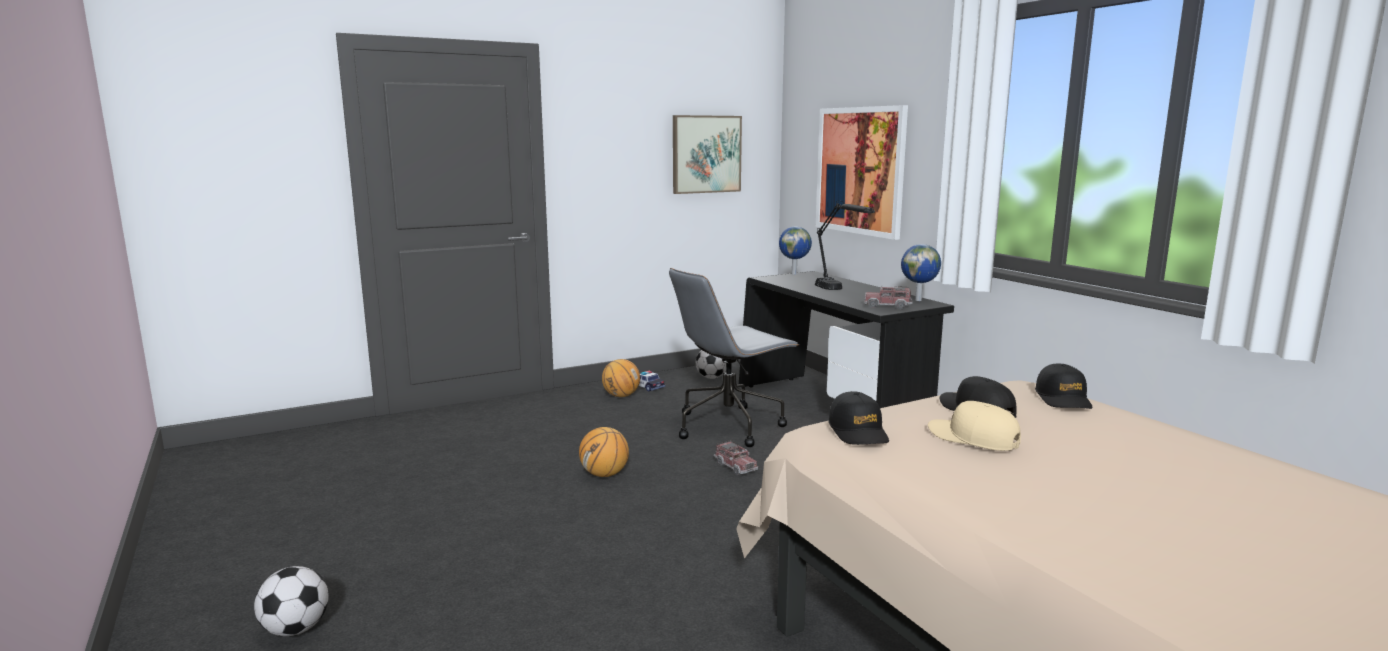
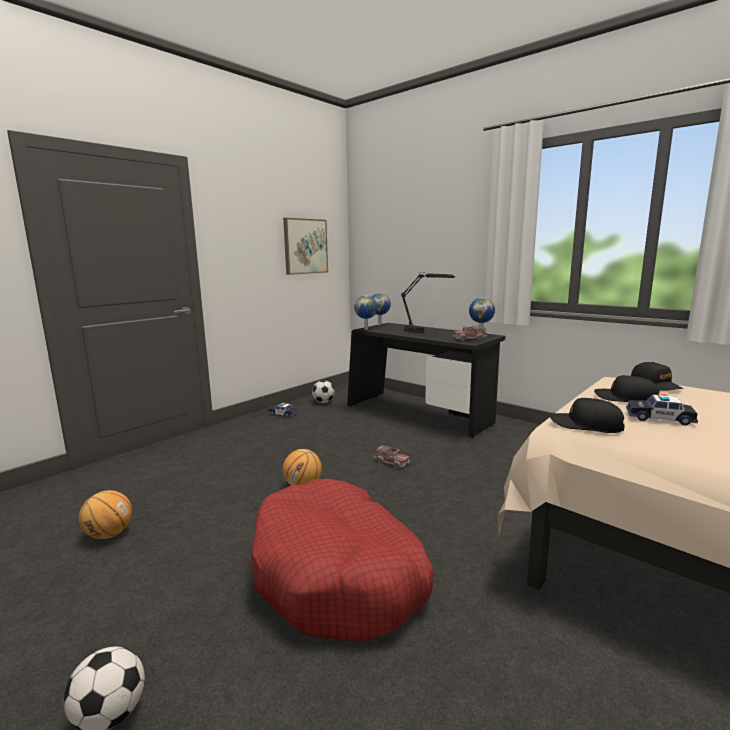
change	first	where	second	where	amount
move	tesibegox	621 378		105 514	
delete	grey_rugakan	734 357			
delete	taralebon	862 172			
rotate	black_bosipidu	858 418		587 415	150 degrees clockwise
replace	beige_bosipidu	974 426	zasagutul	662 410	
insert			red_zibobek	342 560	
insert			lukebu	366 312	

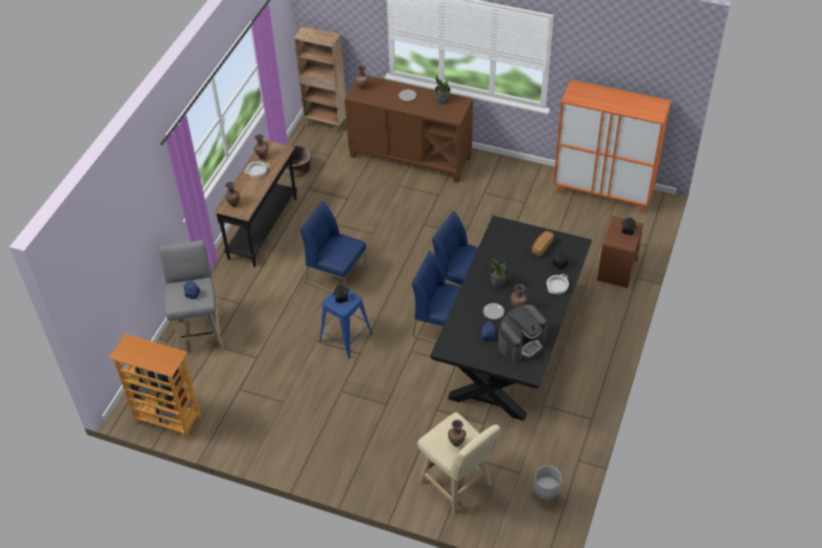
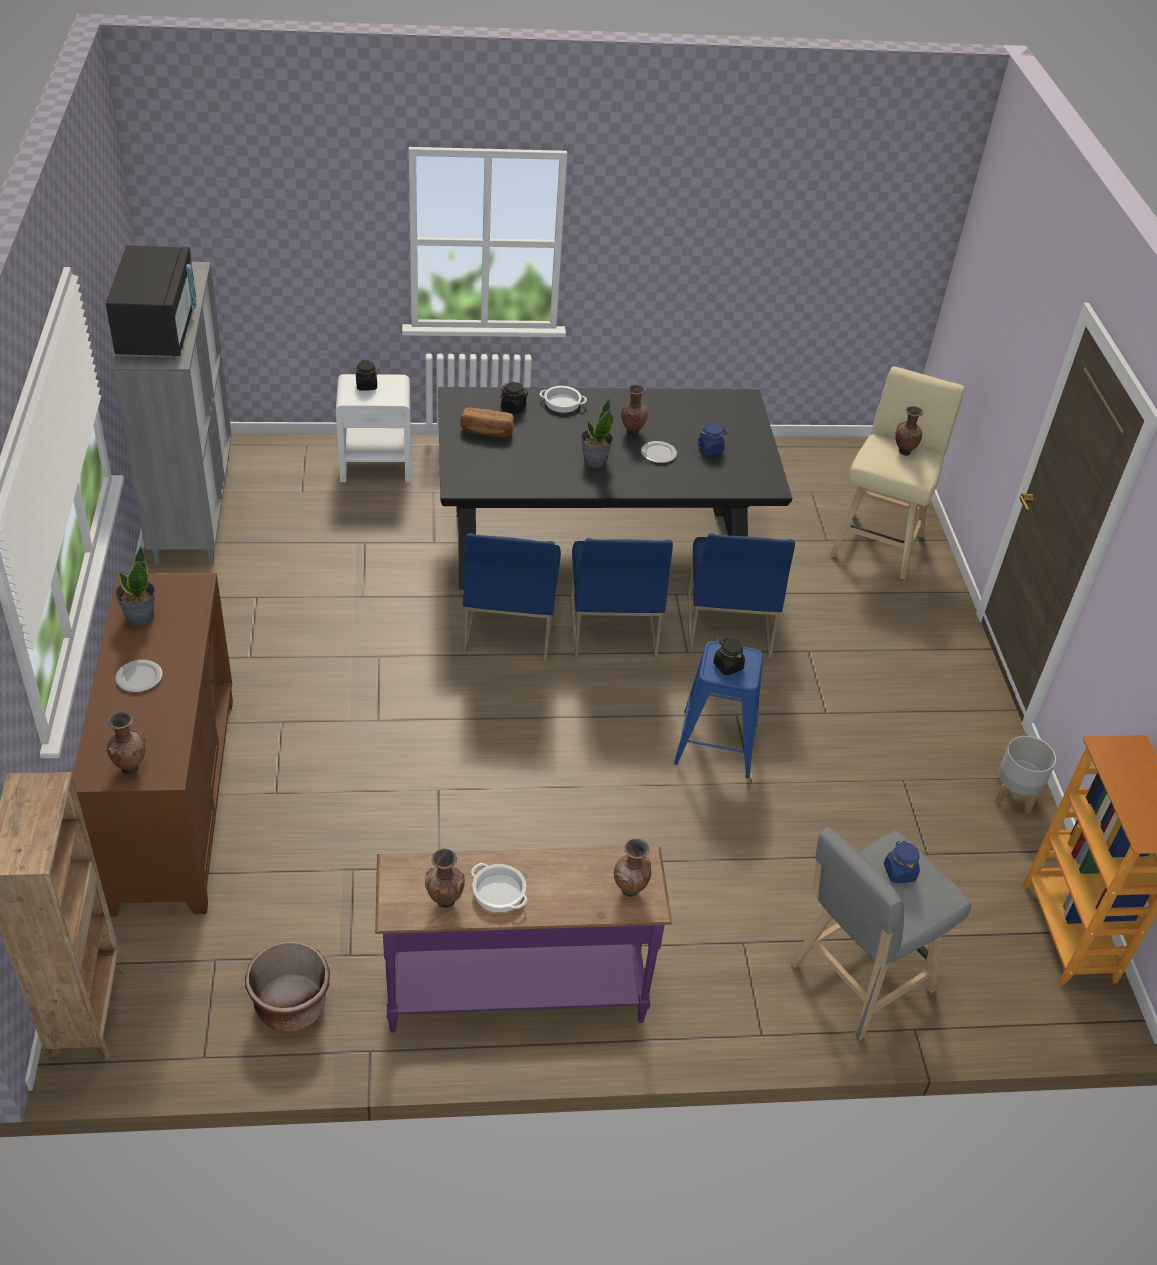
change	first	where	second	where	amount
recolor	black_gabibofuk	255 203	purple_gabibofuk	523 940	
move	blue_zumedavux	333 247		741 595	
delete	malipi	522 333			
move	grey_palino	547 487		1025 775	
recolor	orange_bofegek	612 146	grey_bofegek	172 413	
recolor	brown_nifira	620 252	white_nifira	373 428	
insert			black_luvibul	151 301	

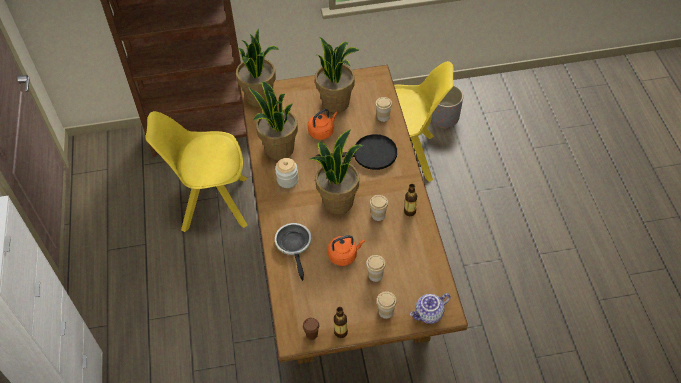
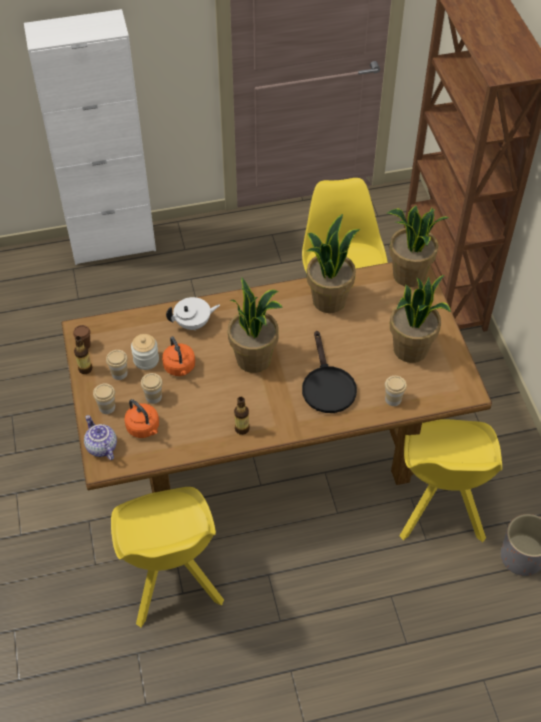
change	first	where	second	where	amount
move	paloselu	286 173		145 352	
replace	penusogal	293 252	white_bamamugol	193 314	
move	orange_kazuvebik	323 124		141 418	
move	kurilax	379 208		117 365	
insert			yellow_zumedavux	167 557	

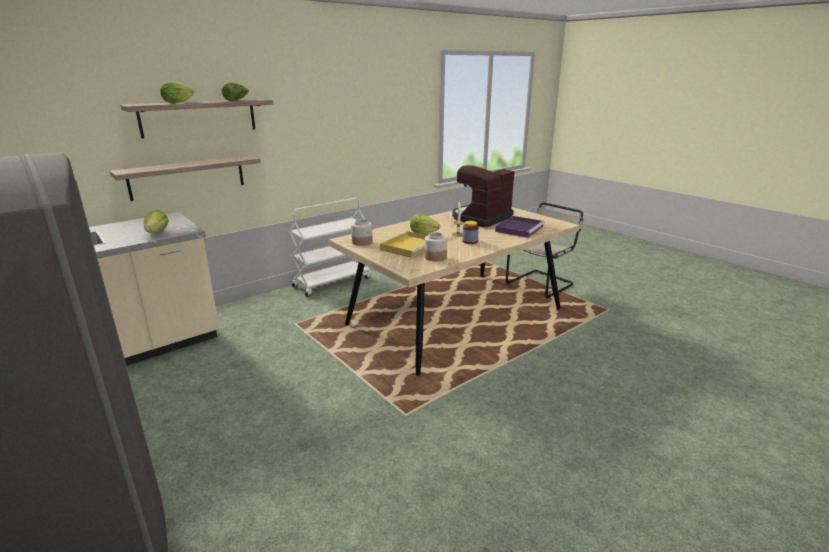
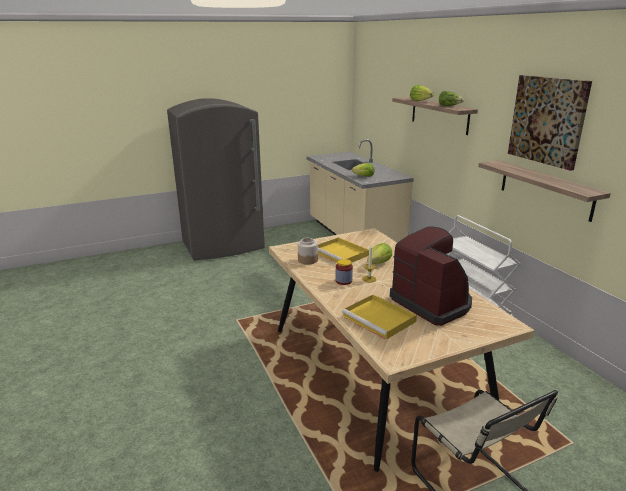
change	first	where	second	where	amount
move	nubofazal	185 178		544 191	
delete	paloselu	362 232			
recolor	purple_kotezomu	520 227	yellow_kotezomu	379 317	
insert			taralebon	550 123	

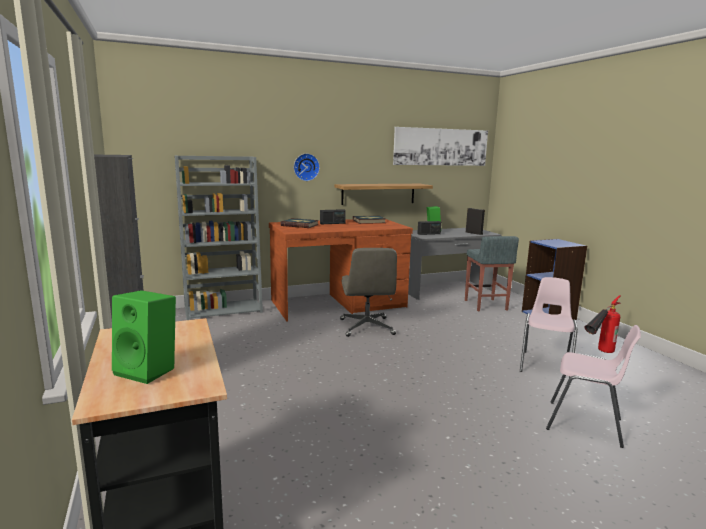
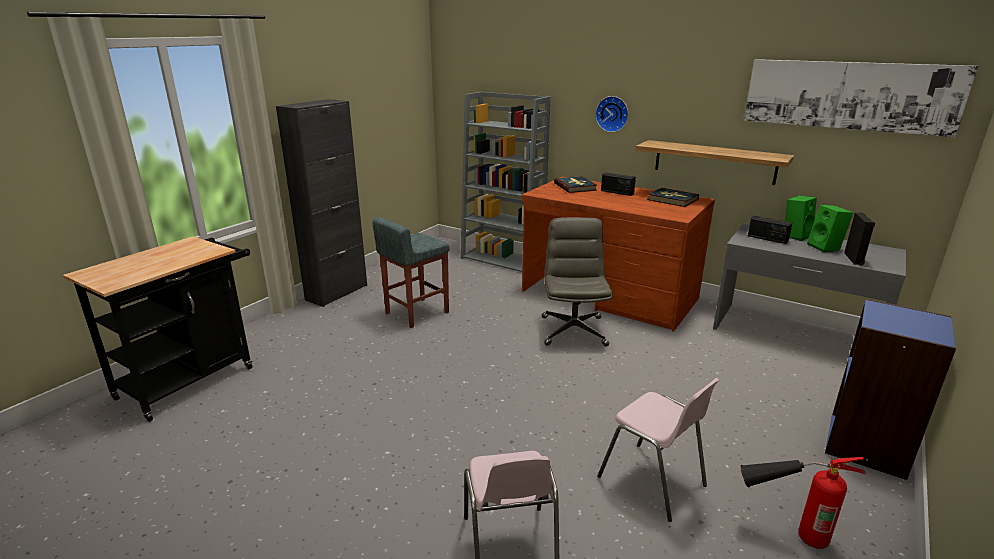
change	first	where	second	where	amount
move	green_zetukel	144 337		830 228	
rotate	grey_rugakan	368 292		577 281	135 degrees clockwise
move	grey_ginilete	492 273		411 272	
rotate	pink_zumedavux	549 327		658 450	60 degrees clockwise

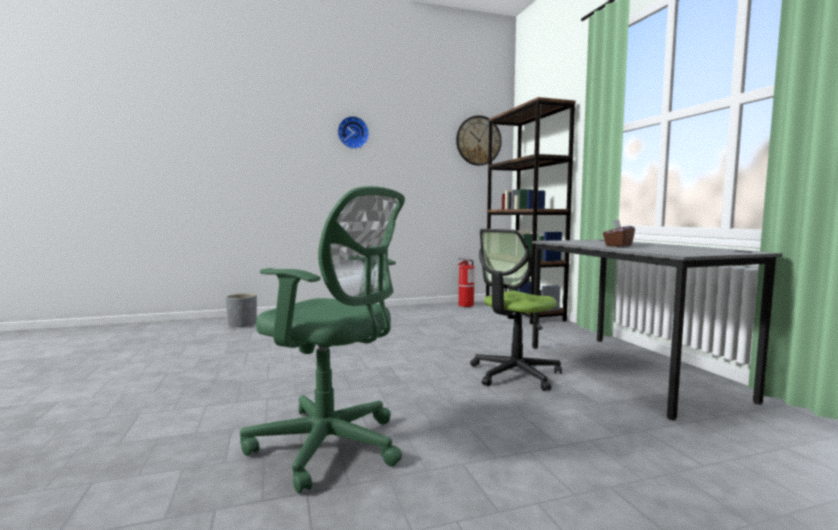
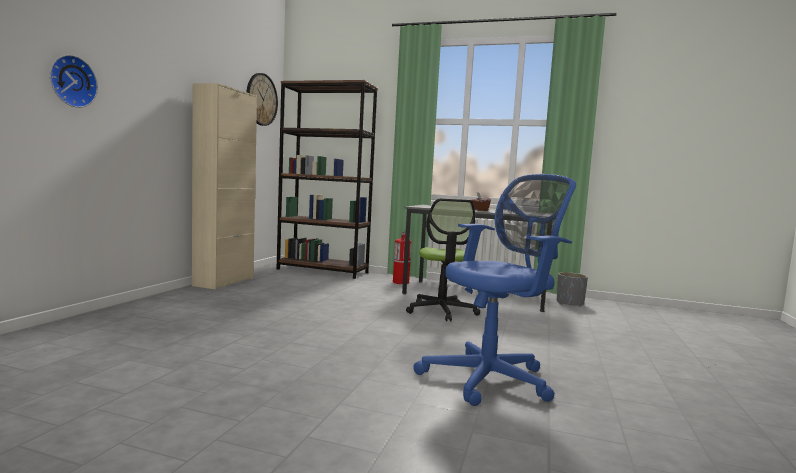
change	first	where	second	where	amount
move	grey_palino	241 310		572 289	
recolor	green_rugakan	322 340	blue_rugakan	494 290	
move	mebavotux	353 132		74 81	
move	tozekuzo	466 282		402 258	
insert			beige_bofegek	224 186	

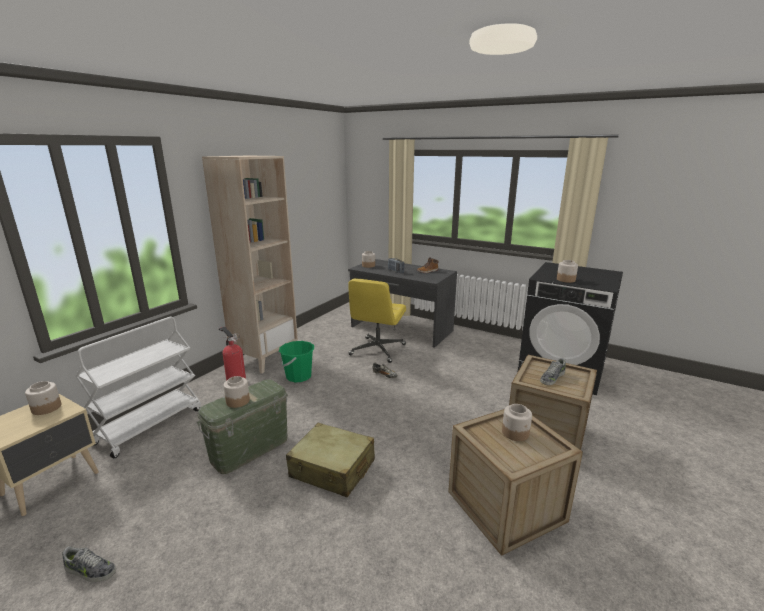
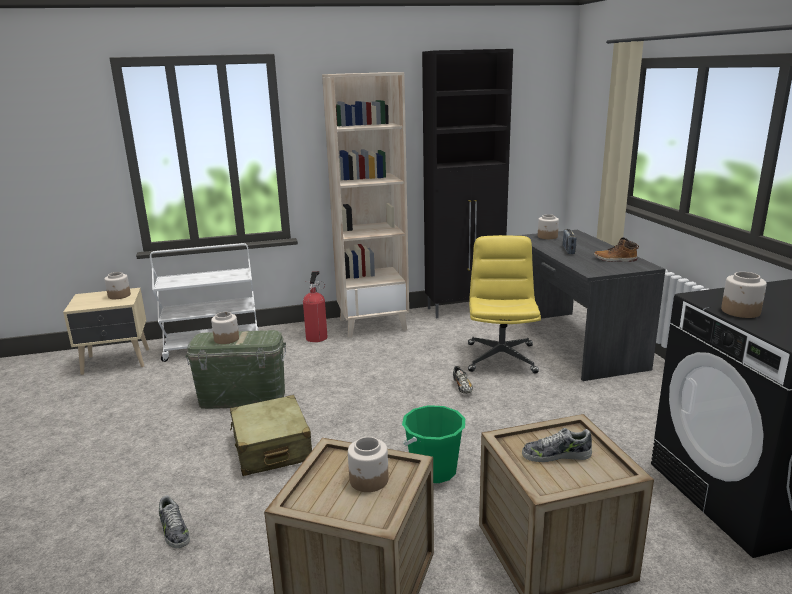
change	first	where	second	where	amount
move	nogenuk	89 564		174 521	
move	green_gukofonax	296 361		433 444	
rotate	yellow_rugakan	377 321		504 304	120 degrees clockwise
insert			black_bofegek	467 184	

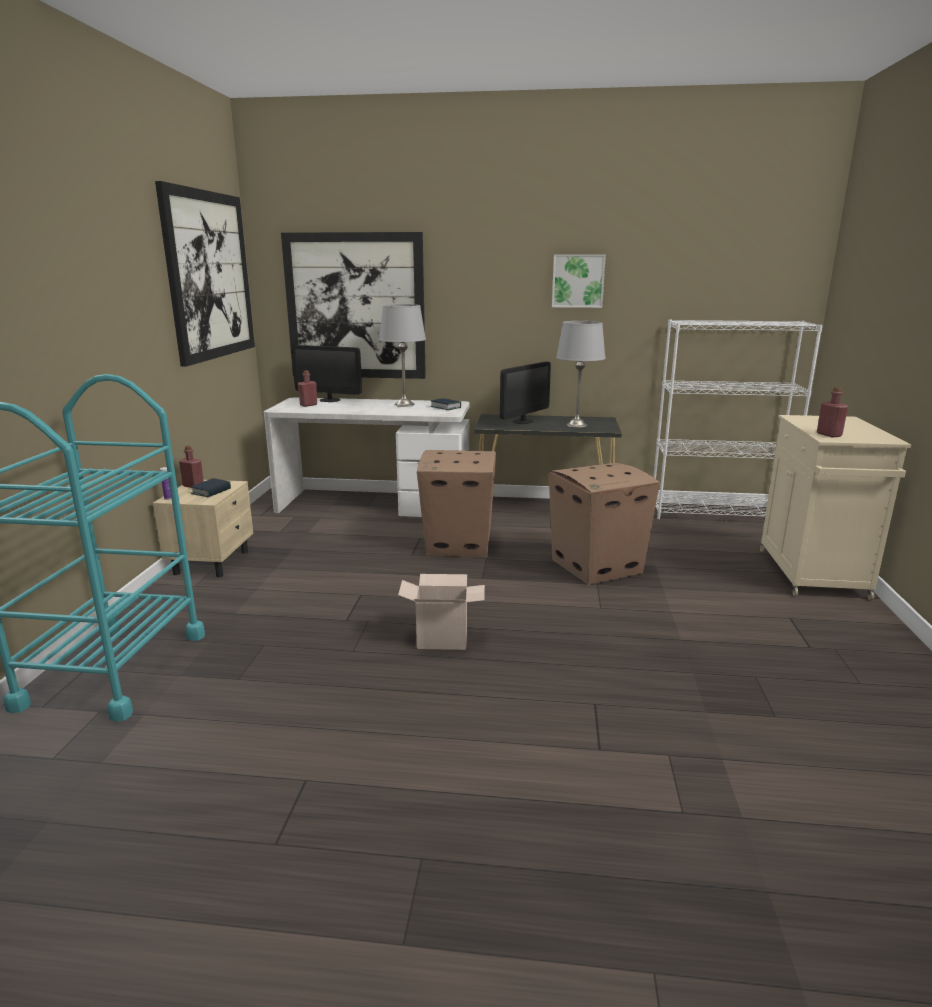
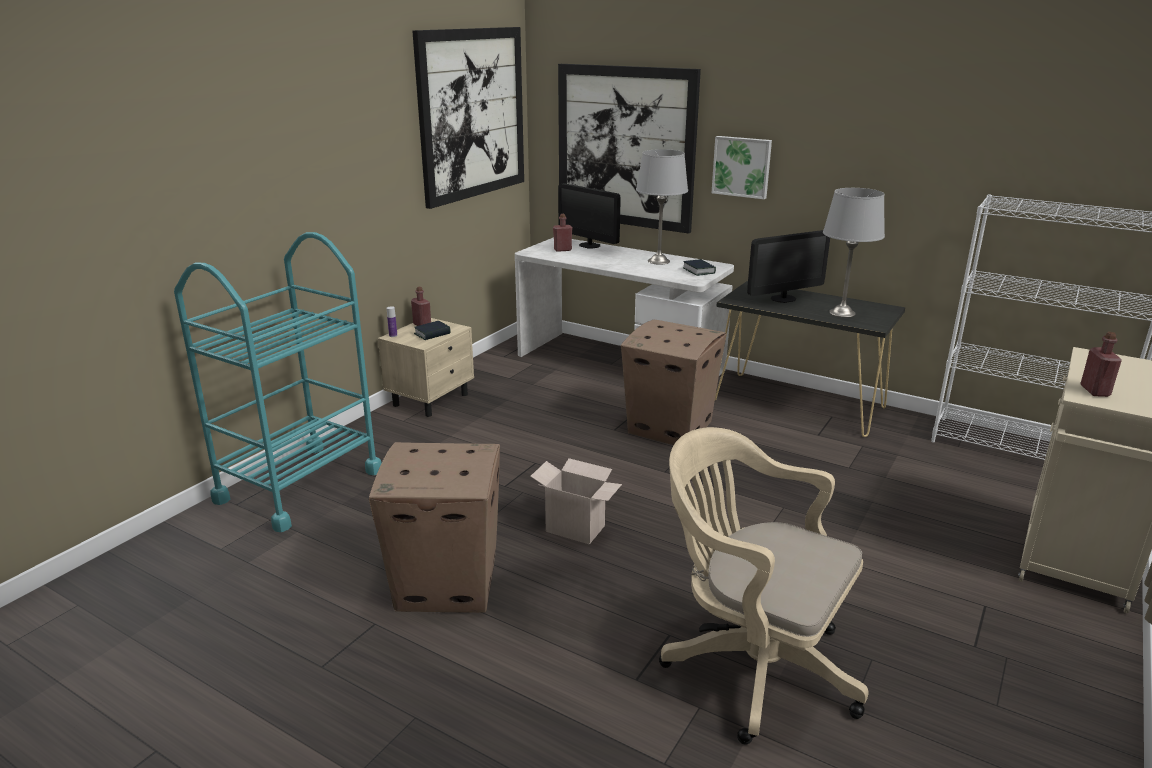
change	first	where	second	where	amount
move	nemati	604 524		434 527	
move	taralebon	579 281		742 167	
insert			beige_rugakan	763 586	

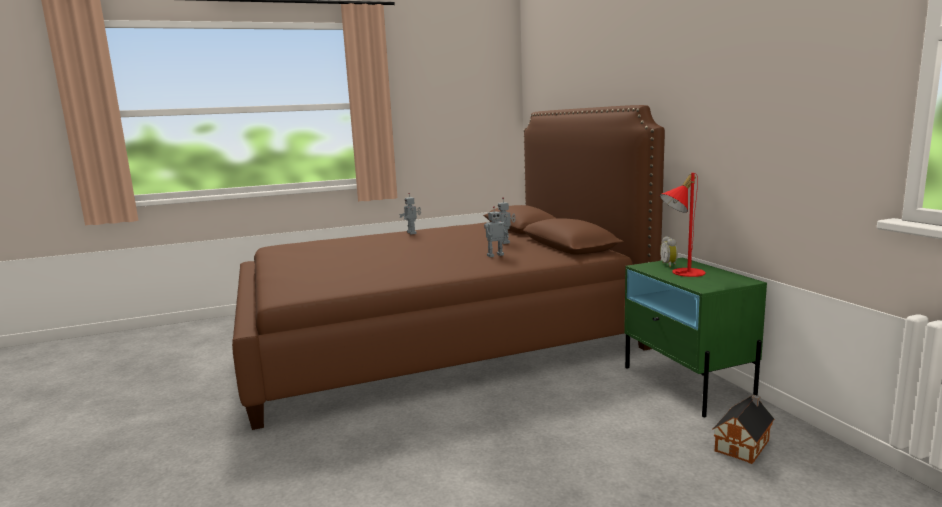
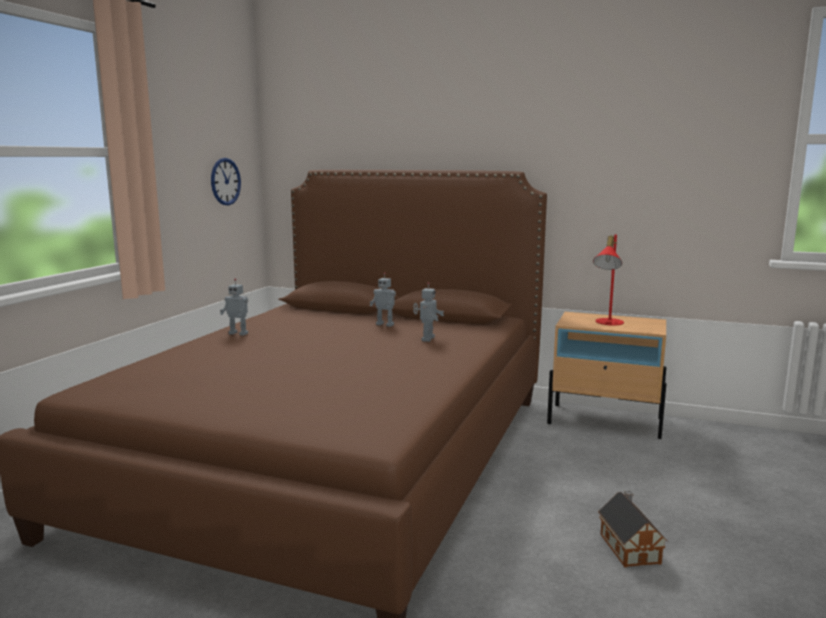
change	first	where	second	where	amount
recolor	green_nifira	695 337	beige_nifira	606 375	
delete	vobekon	669 251			
move	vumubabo	743 429		633 529	
insert			mebavotux	226 181	

